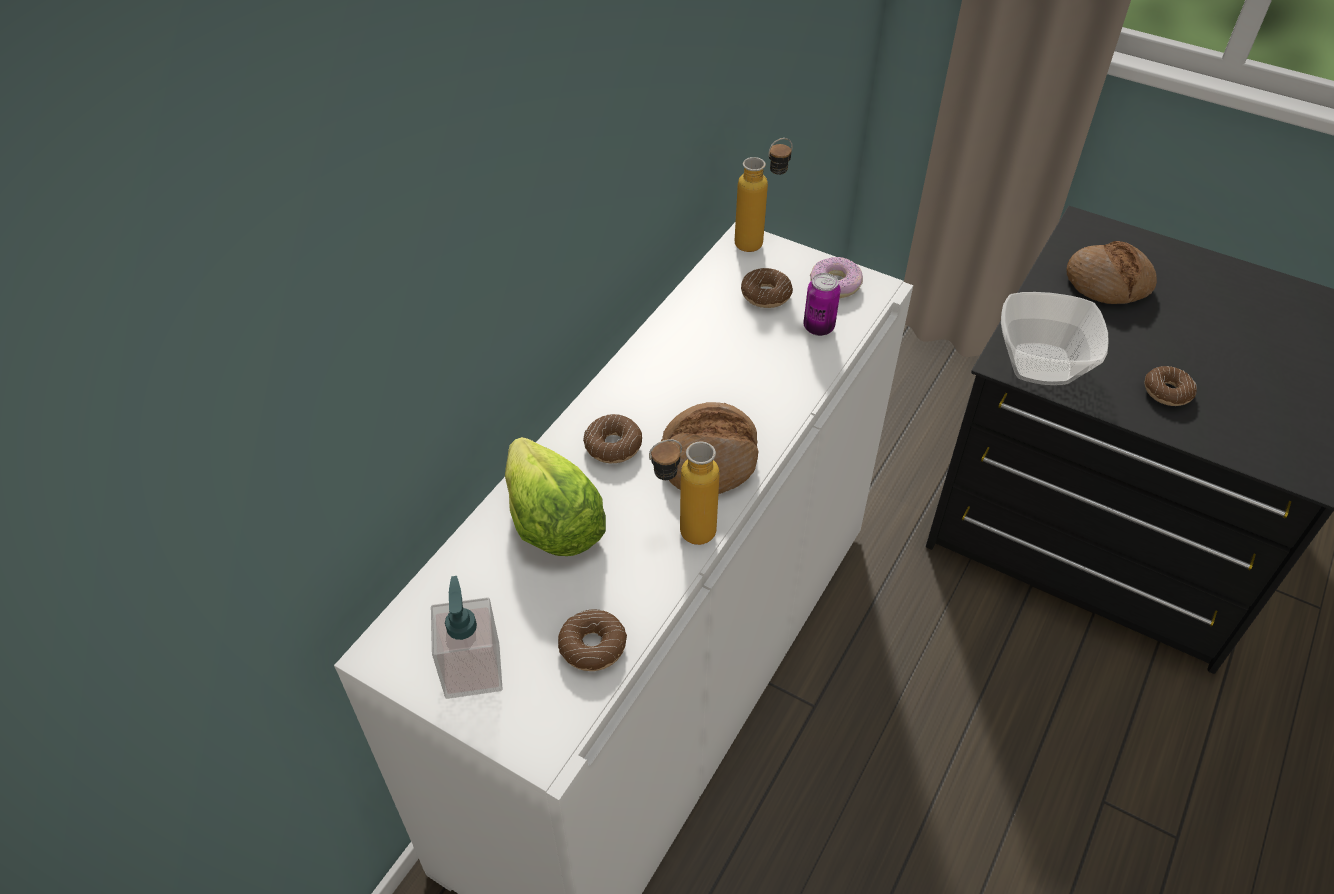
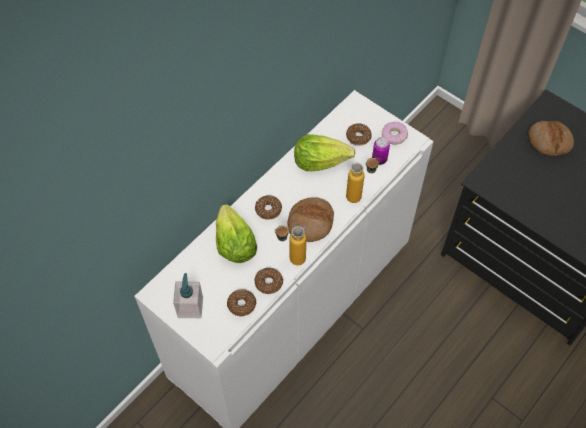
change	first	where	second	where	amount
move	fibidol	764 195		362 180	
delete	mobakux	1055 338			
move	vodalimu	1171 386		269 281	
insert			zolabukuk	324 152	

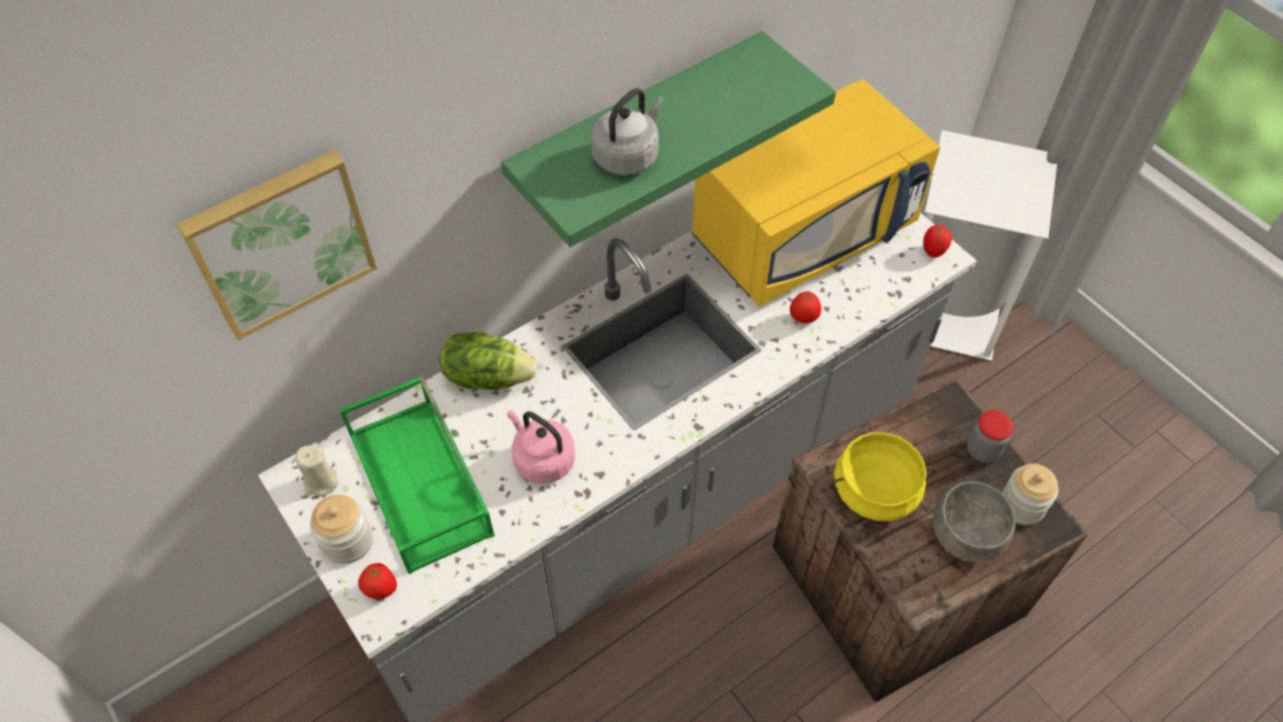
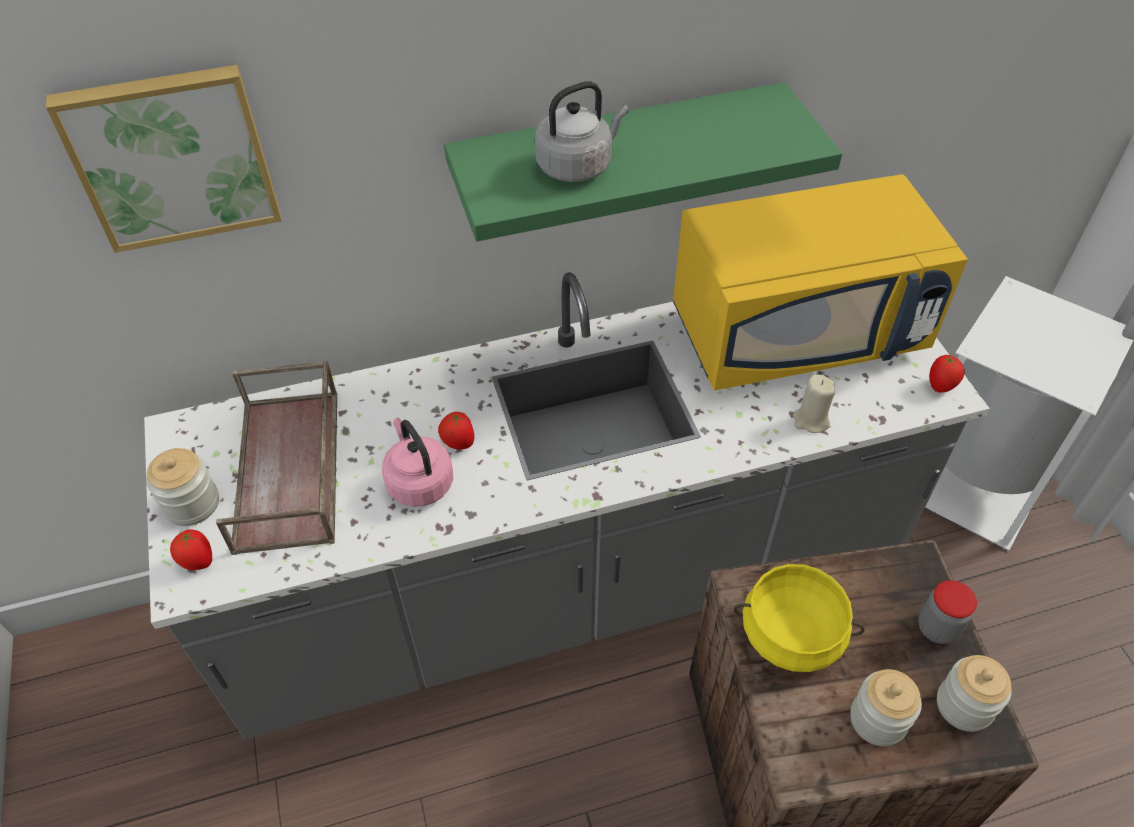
change	first	where	second	where	amount
move	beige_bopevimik	316 470		814 403	
recolor	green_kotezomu	417 474	brown_kotezomu	276 458	
delete	zolabukuk	488 361			
move	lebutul	805 307		456 431	
replace	grey_mobakux	974 522	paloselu	886 707	

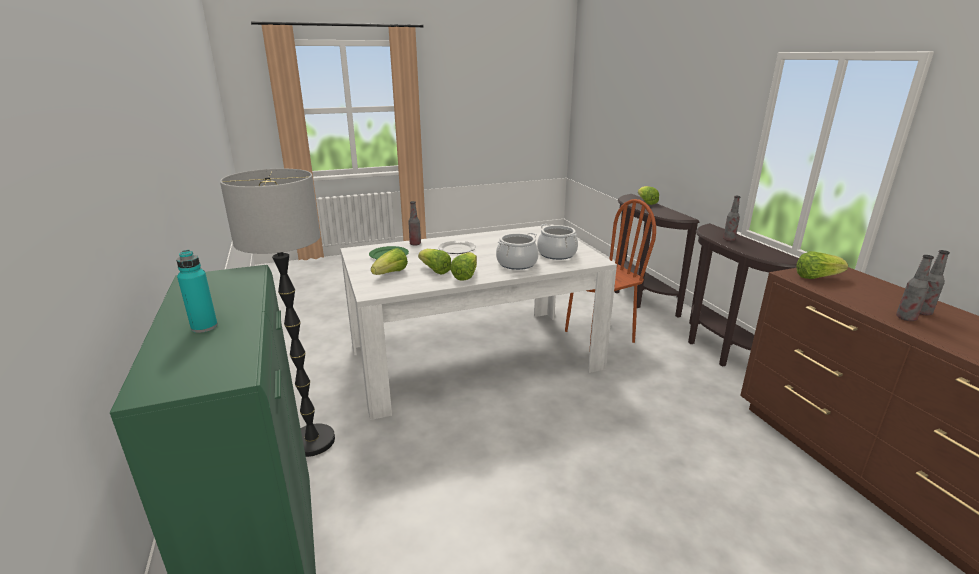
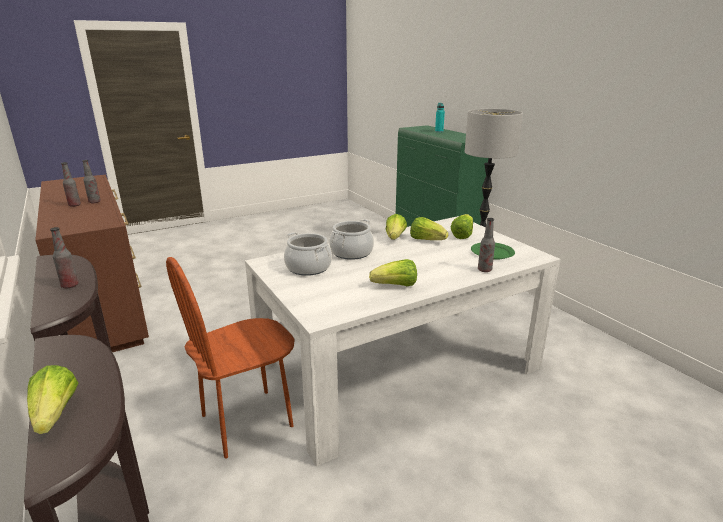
change	first	where	second	where	amount
delete	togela	457 247			
move	zolabukuk	822 265		393 272	

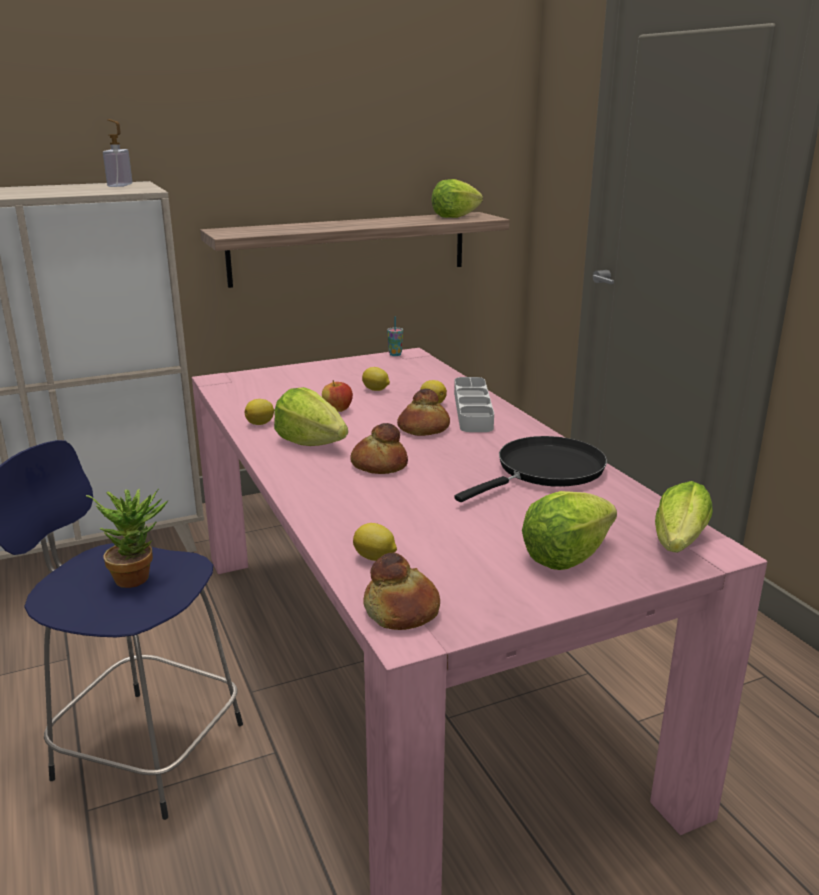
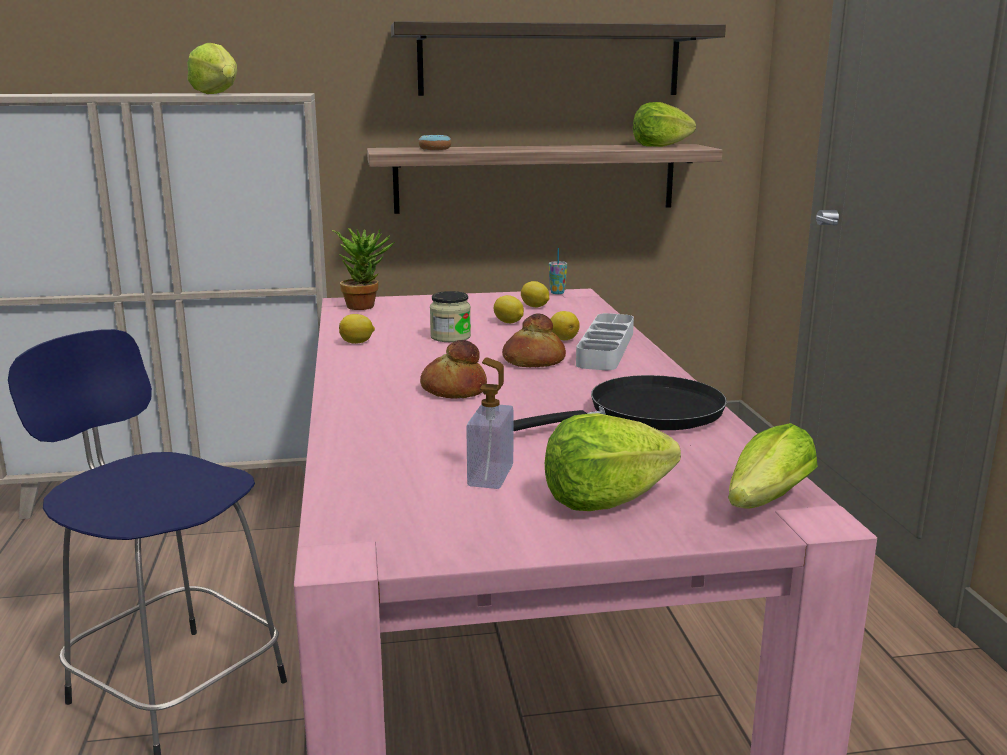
change	first	where	second	where	amount
move	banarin	127 538		363 269	
move	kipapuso	117 153		490 423	
move	zolabukuk	311 416		212 68	
replace	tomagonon	337 396	paloselu	450 316	
move	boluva	375 542		535 294	
delete	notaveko	401 591			
insert			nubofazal	558 58	
insert			vodalimu	435 142	

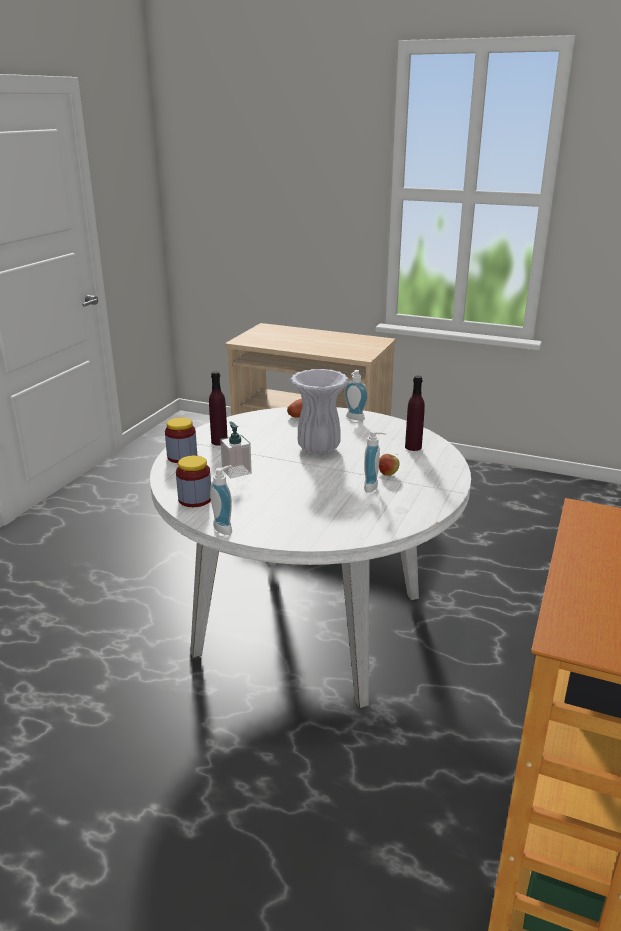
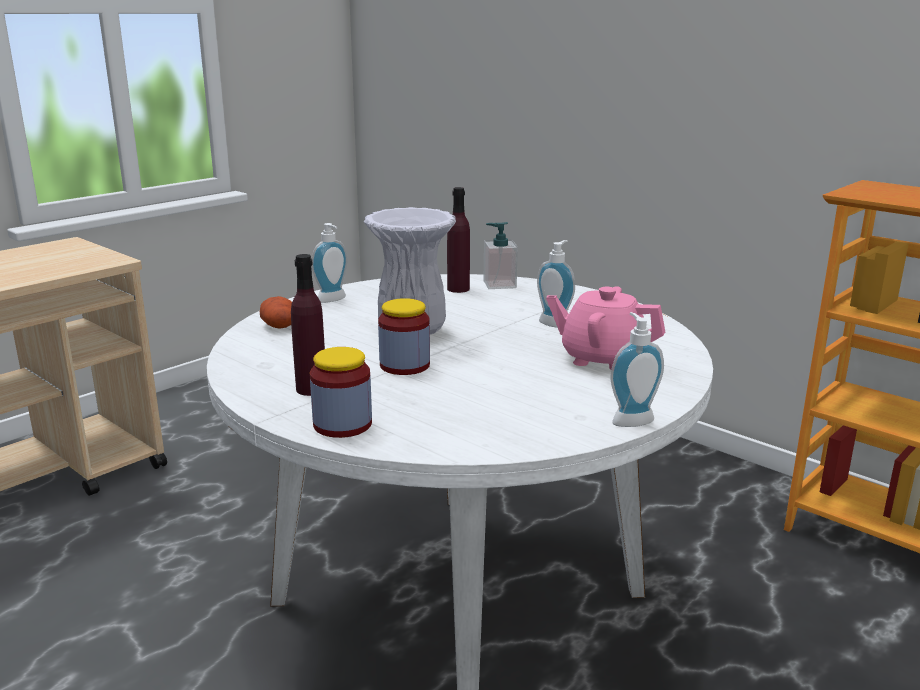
change	first	where	second	where	amount
move	paloselu	193 481		404 336	
move	kipapuso	236 449		500 255	
delete	tomagonon	389 465			
insert			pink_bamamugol	605 328	

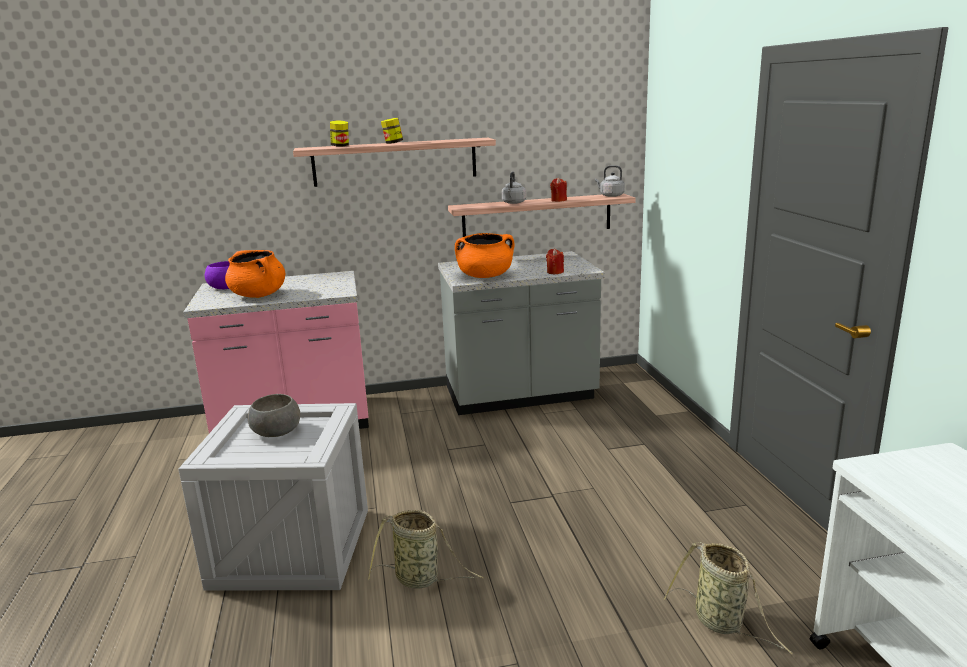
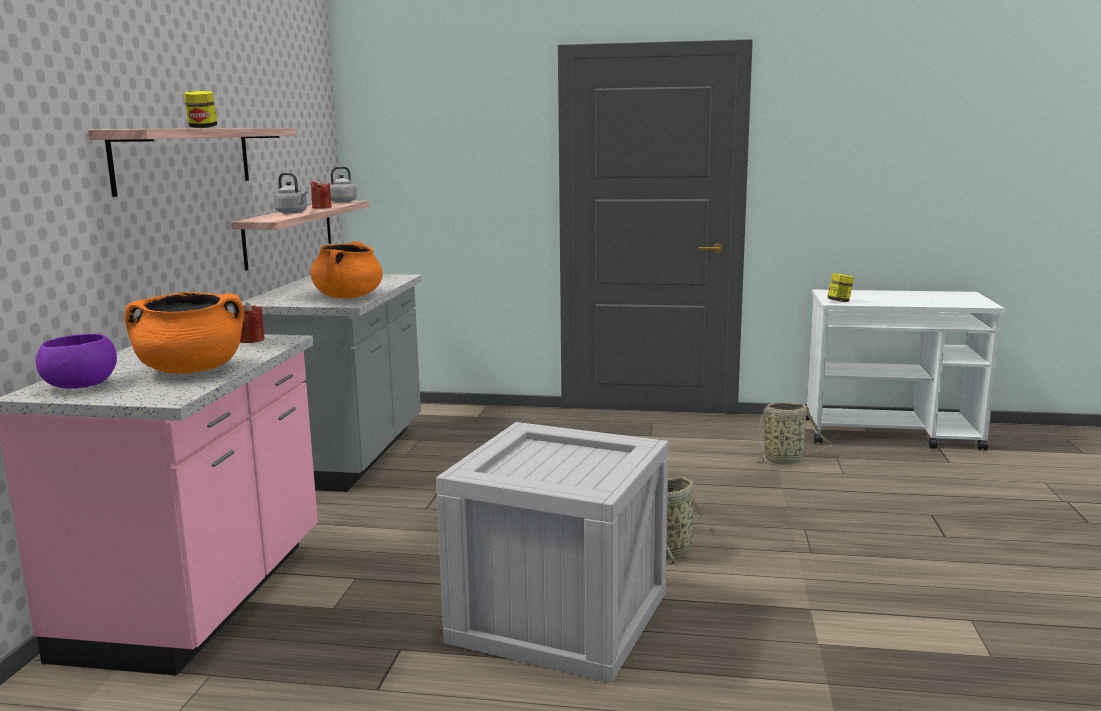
change	first	where	second	where	amount
delete	grey_mobakux	274 415			
move	paloselu	339 134		841 287	
move	red_bopevimik	555 261		252 322	

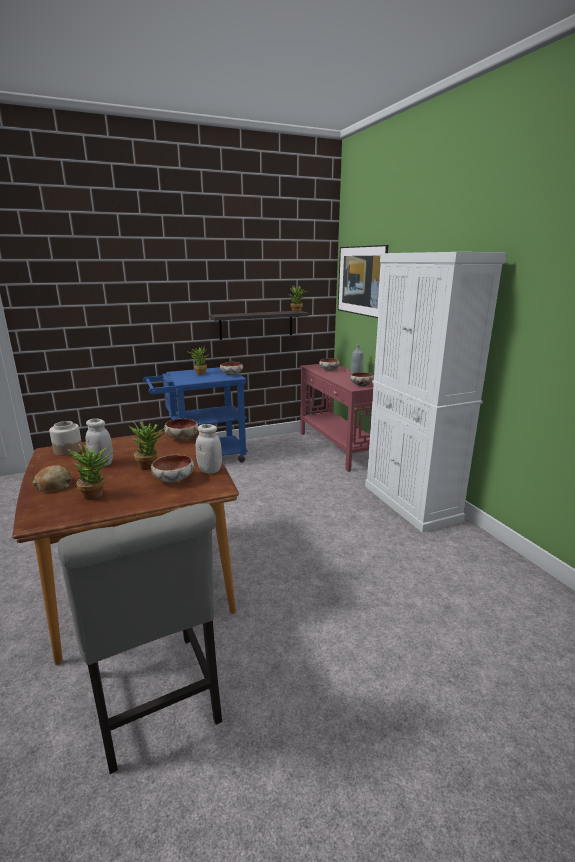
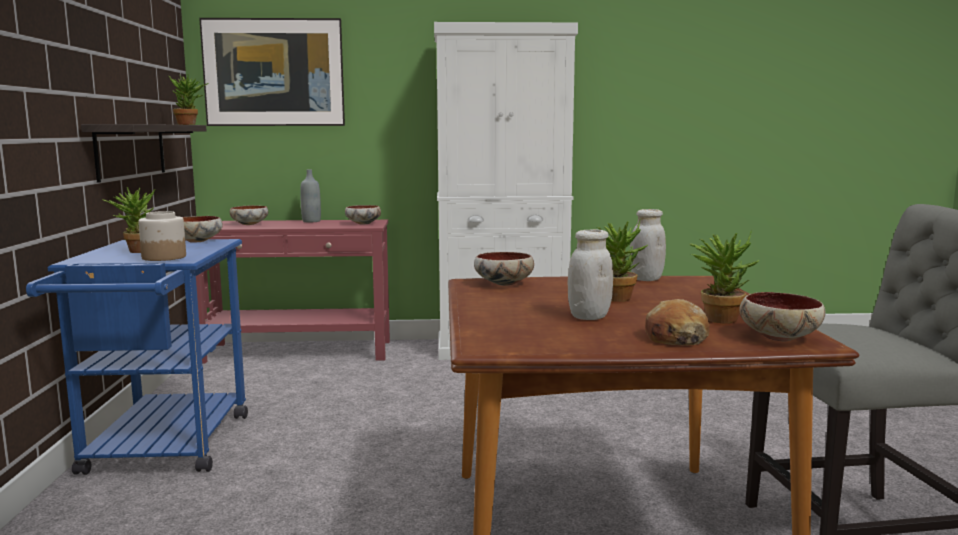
change	first	where	second	where	amount
move	paloselu	66 438		162 236	
move	mobakux	172 469		782 317	

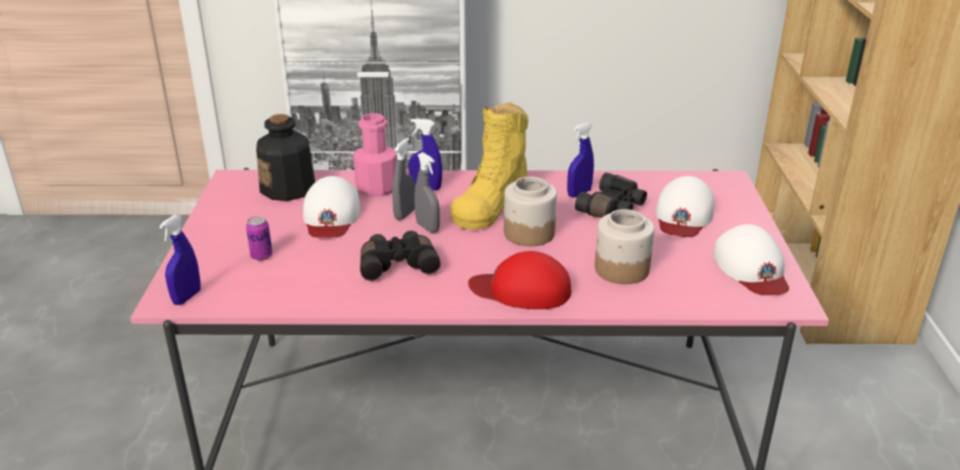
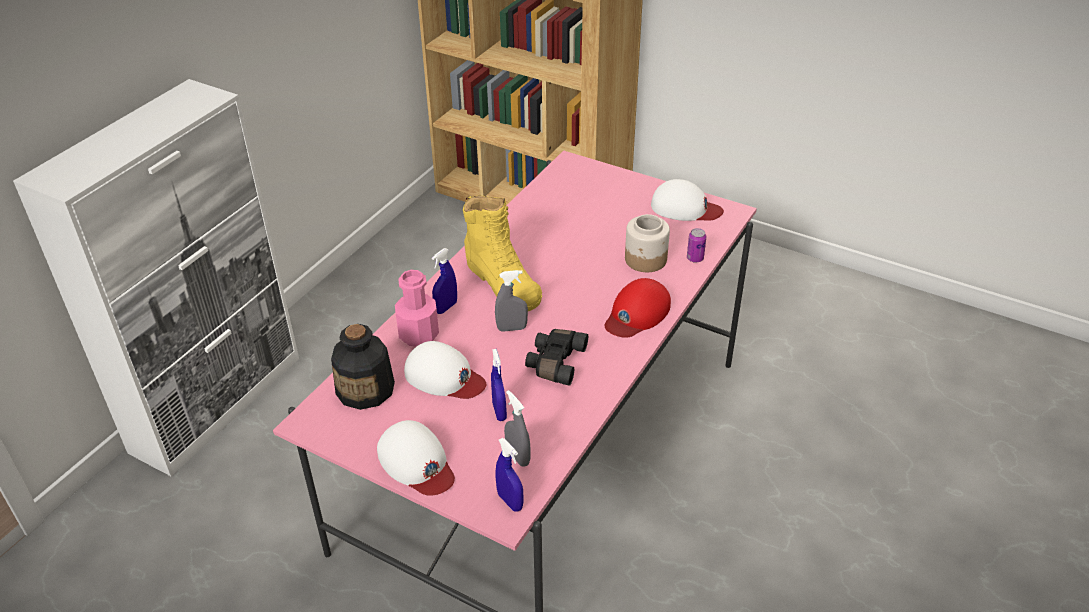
change	first	where	second	where	amount
move	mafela	259 238		696 245	
move	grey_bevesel	403 179		517 428	
delete	paloselu	530 211			
move	blue_bevesel	580 160		499 385	
delete	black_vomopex	611 195			
move	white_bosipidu	685 206		416 458	

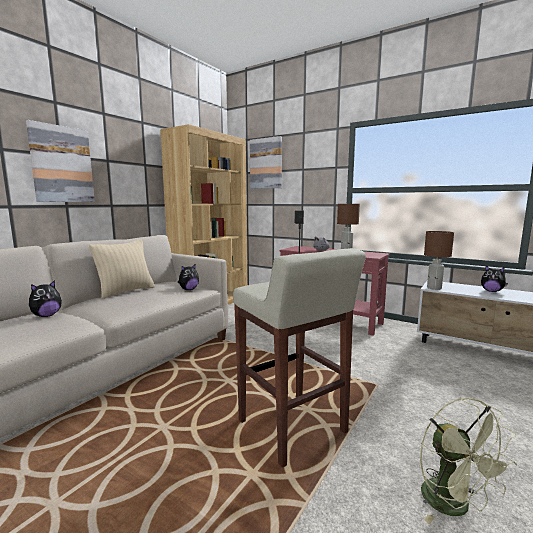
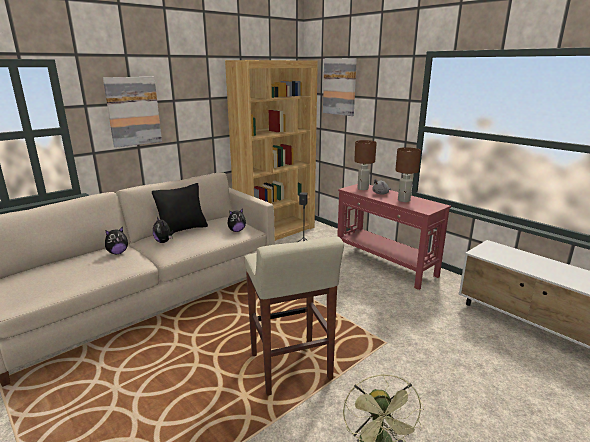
change	first	where	second	where	amount
recolor	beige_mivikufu	122 269	black_mivikufu	180 208	
move	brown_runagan	439 260		365 165	
move	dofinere	494 279		163 230	

